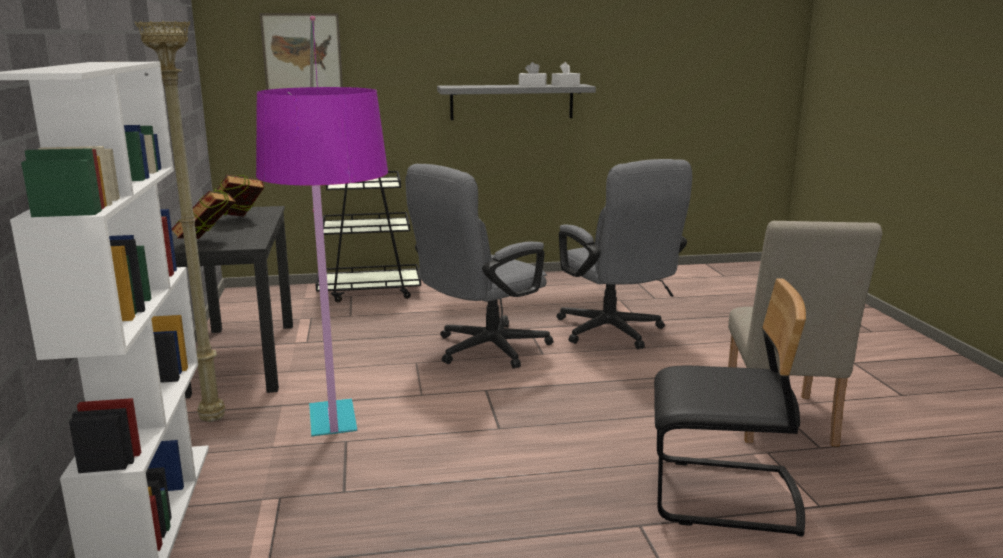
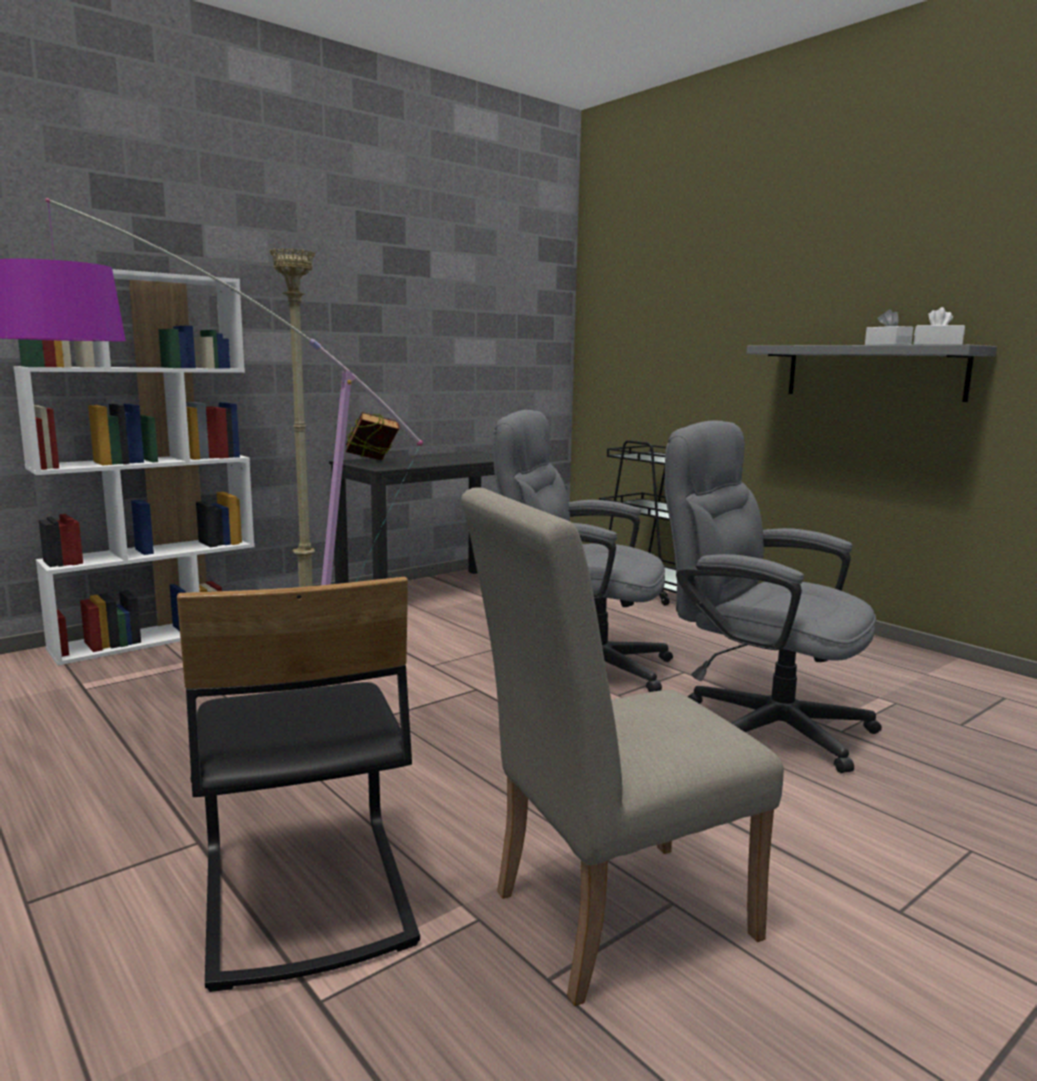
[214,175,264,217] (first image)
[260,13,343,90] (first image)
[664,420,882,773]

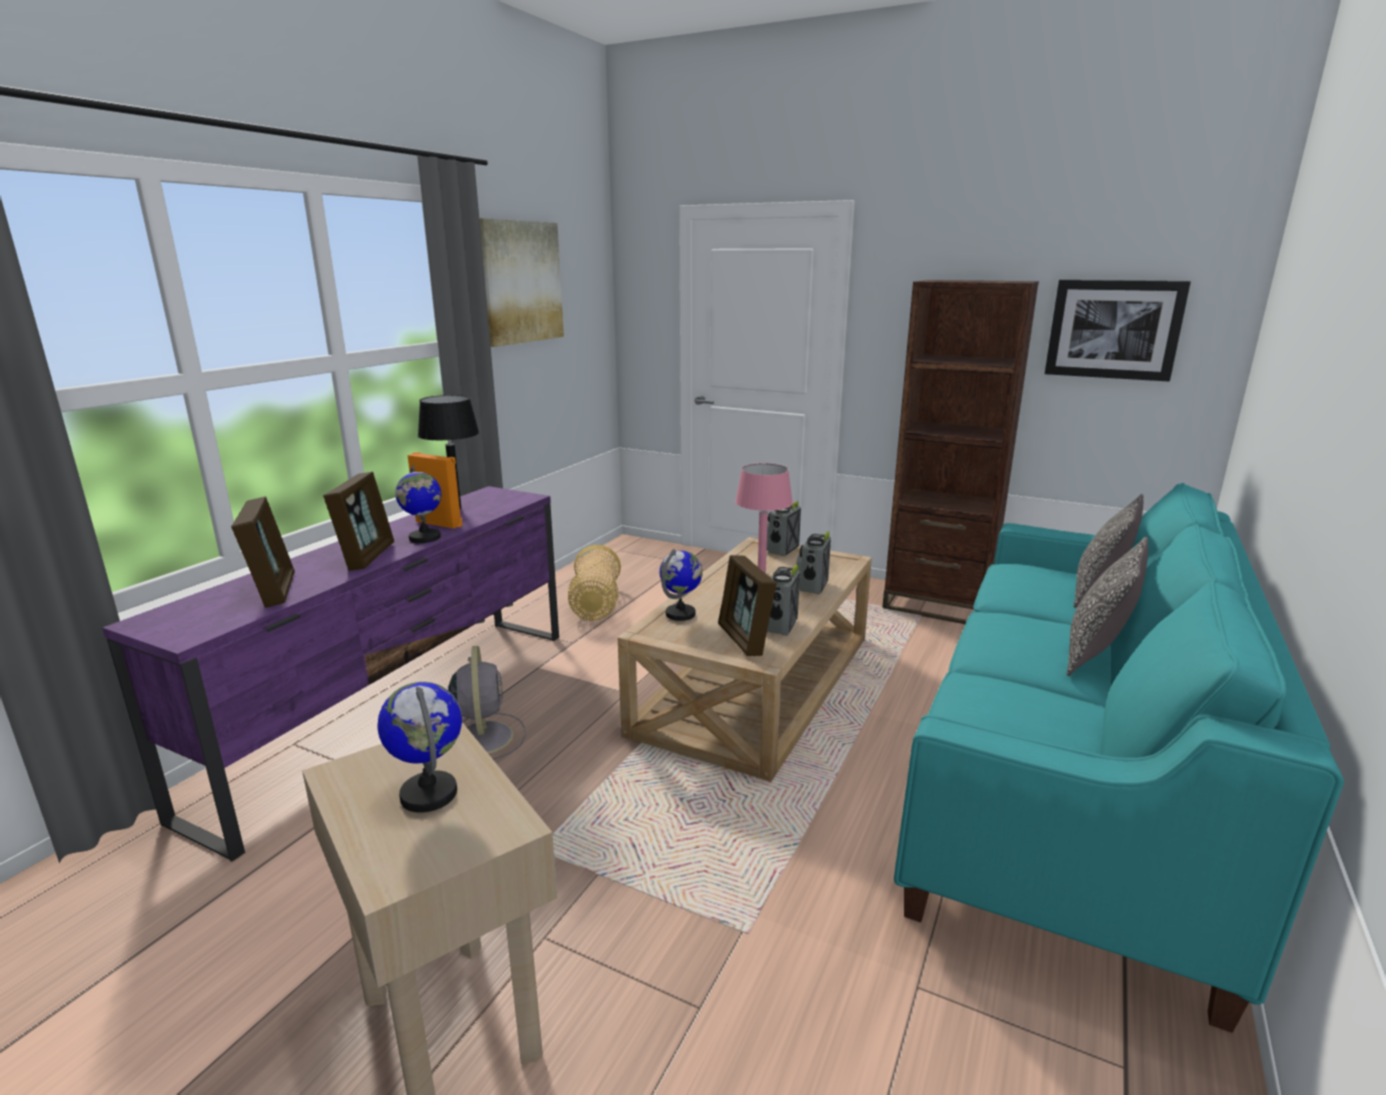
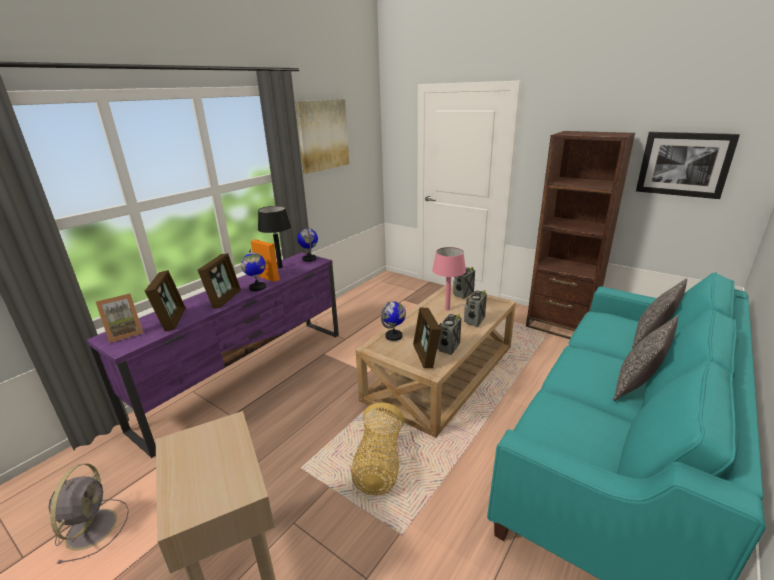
[297,228,318,262]
[48,463,129,564]
[351,402,404,495]
[96,293,143,343]

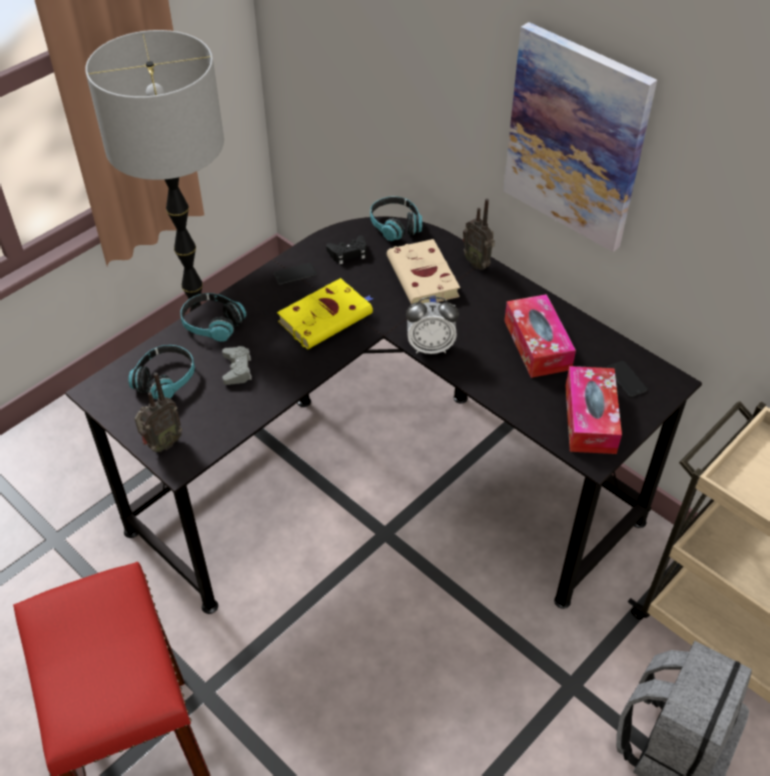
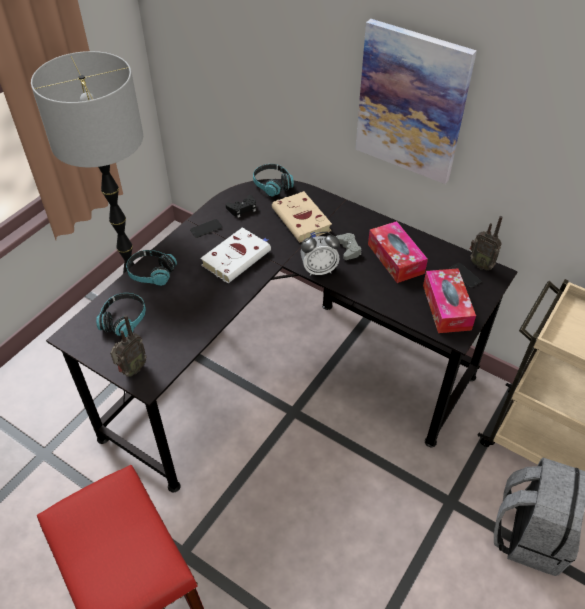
[337,233,361,260]
[200,227,271,283]
[470,216,502,270]

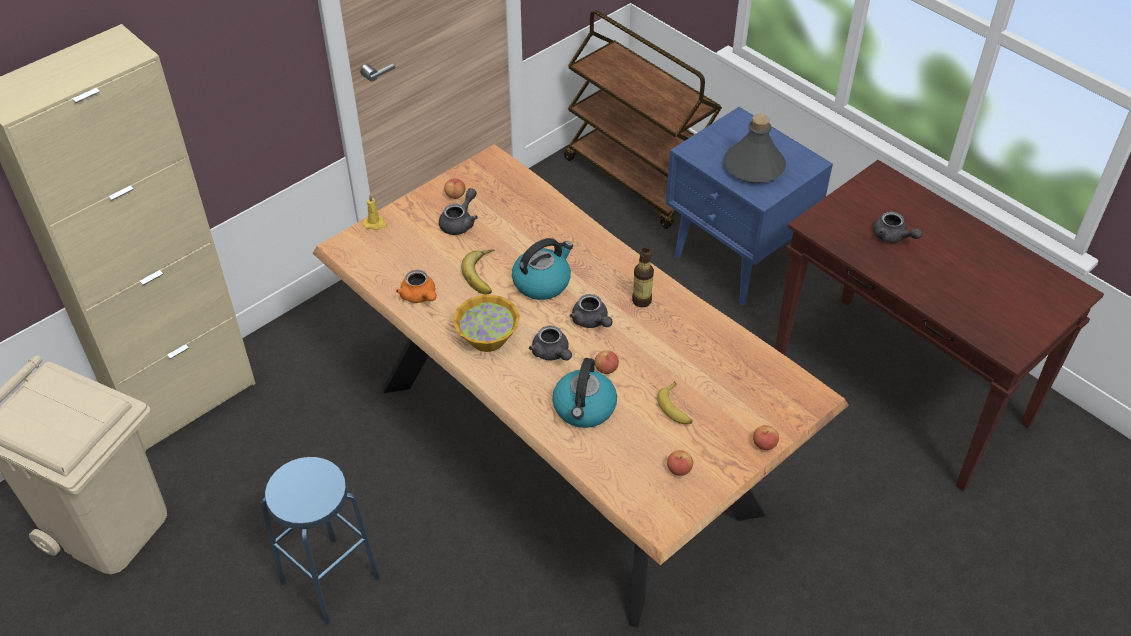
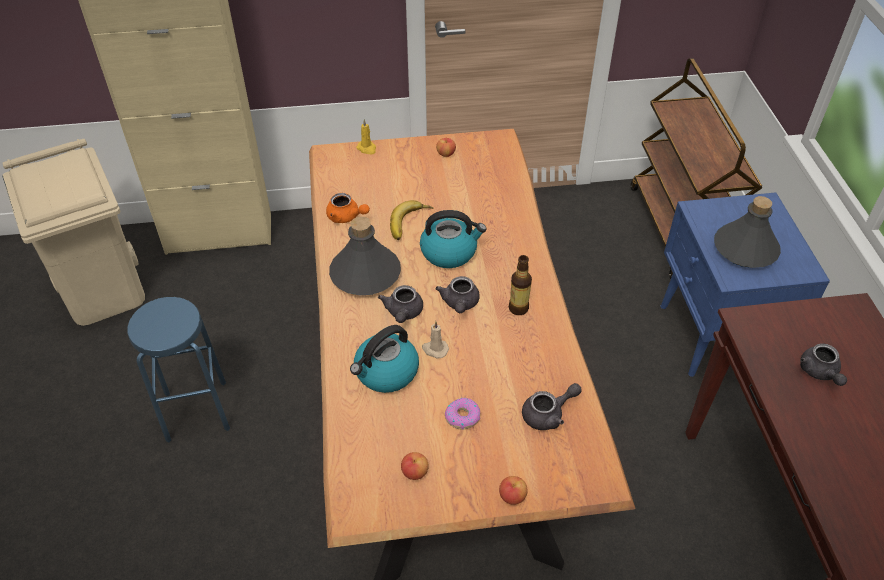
[326,193,370,223]
[522,383,582,430]
[329,217,401,295]
[422,321,449,359]
[445,398,480,429]

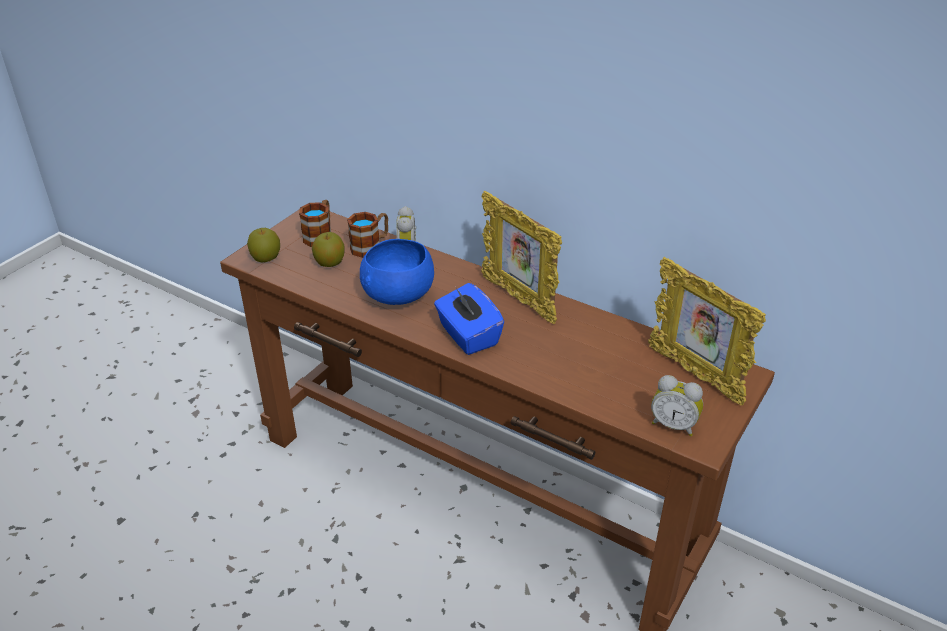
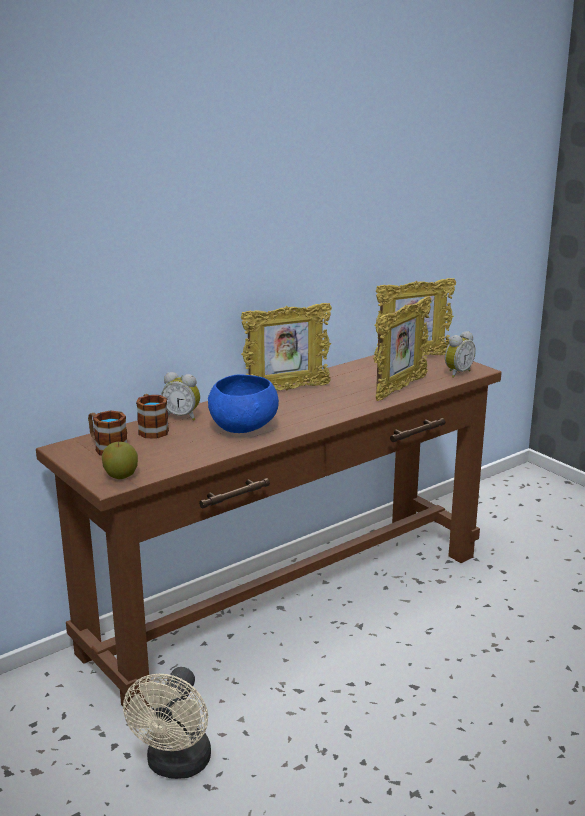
[312,232,344,267] (first image)
[434,283,504,355] (first image)
[123,667,211,779]
[376,296,431,401]

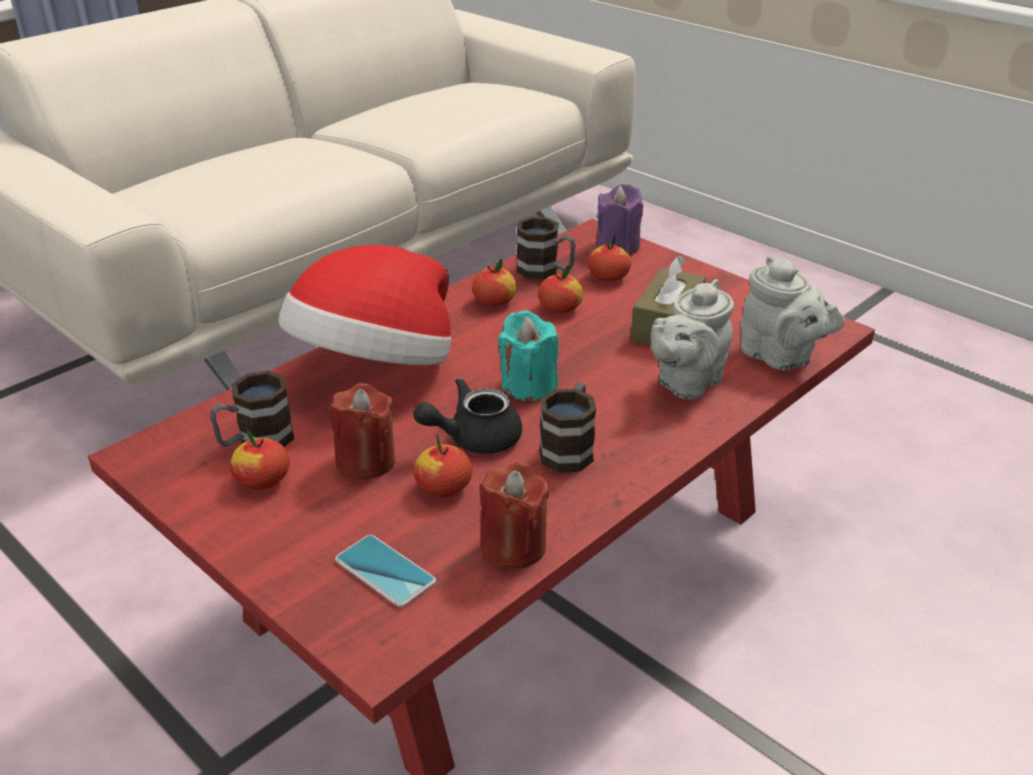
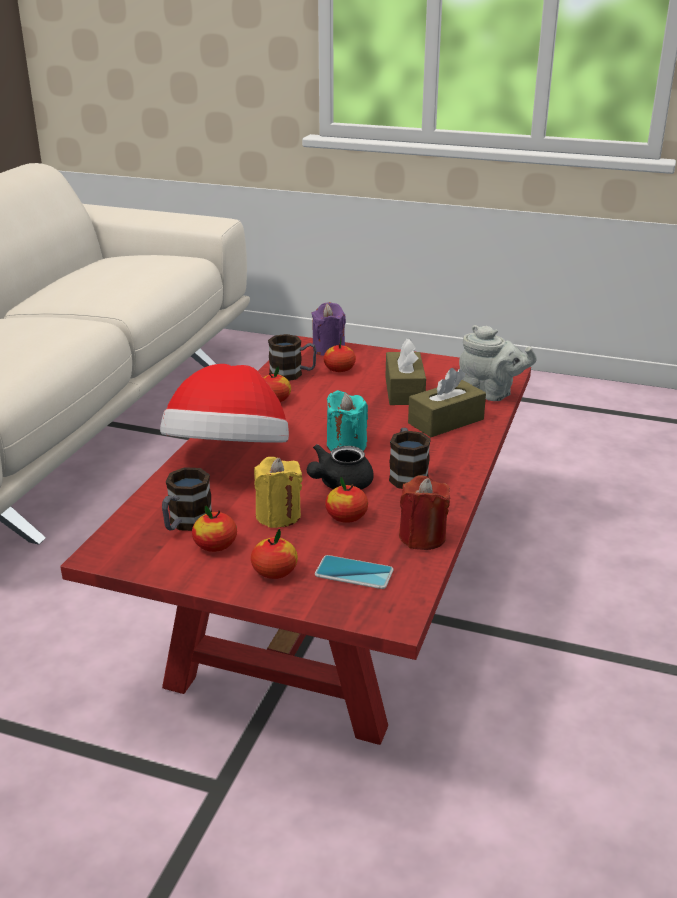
[254,457,302,528]
[251,529,298,579]
[408,368,486,437]

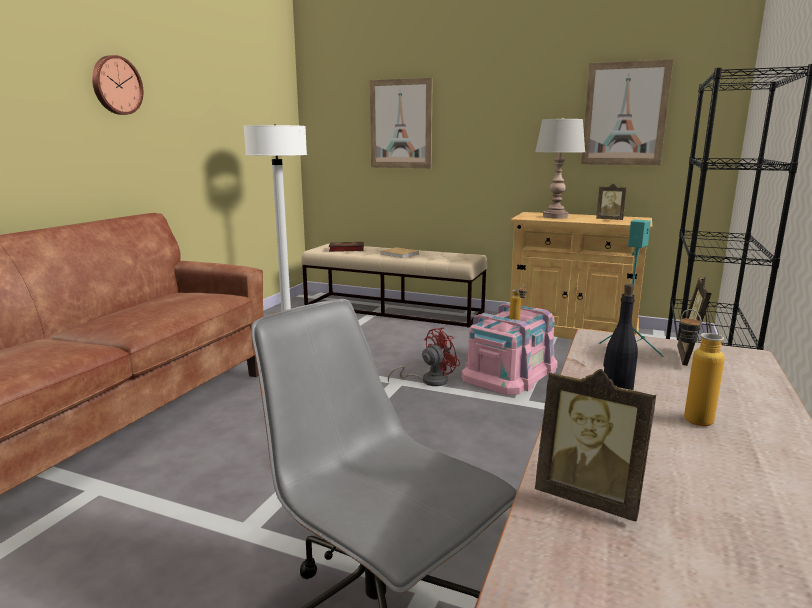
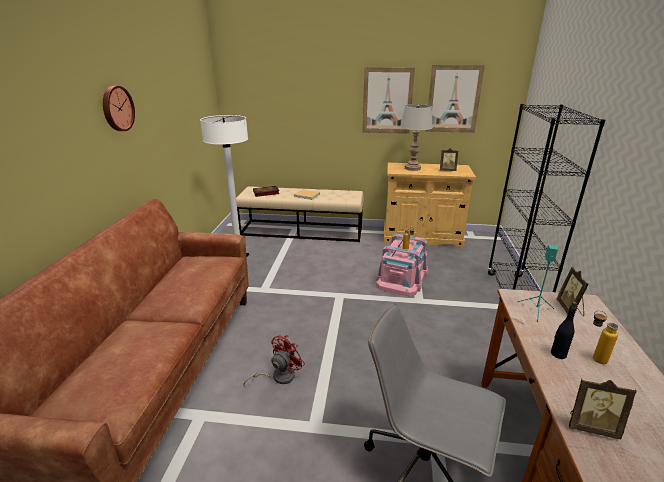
[362,67,415,134]
[243,335,305,387]

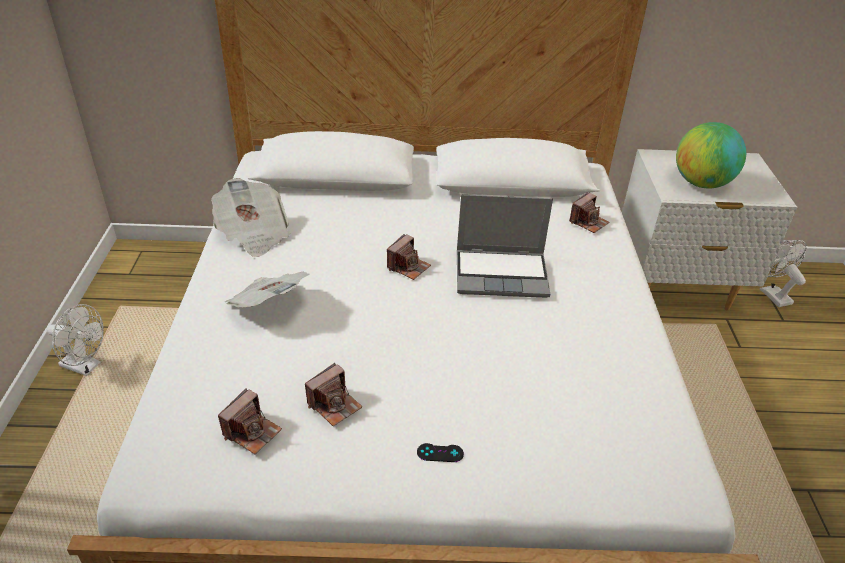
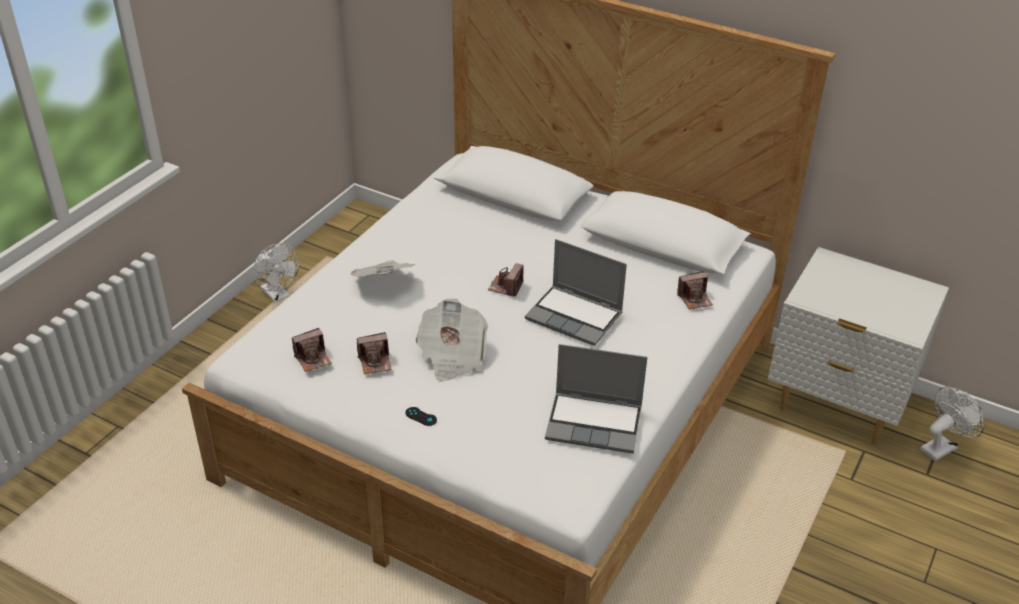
[416,299,488,382]
[488,263,524,297]
[676,122,746,189] (first image)
[920,386,984,461]
[545,344,647,453]

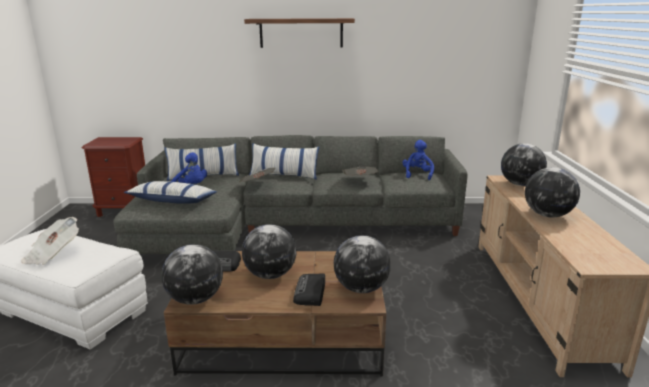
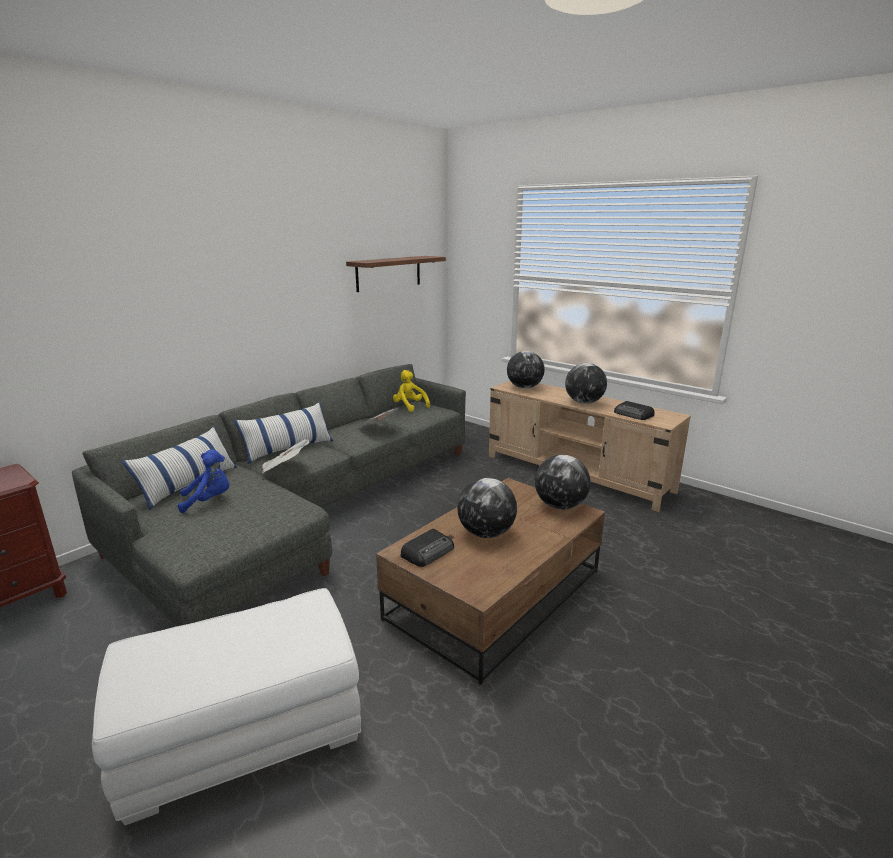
[21,217,79,265] (first image)
[124,181,217,204] (first image)
[161,244,223,305] (first image)
[346,256,446,292]
[614,401,654,420]
[393,370,430,412]

